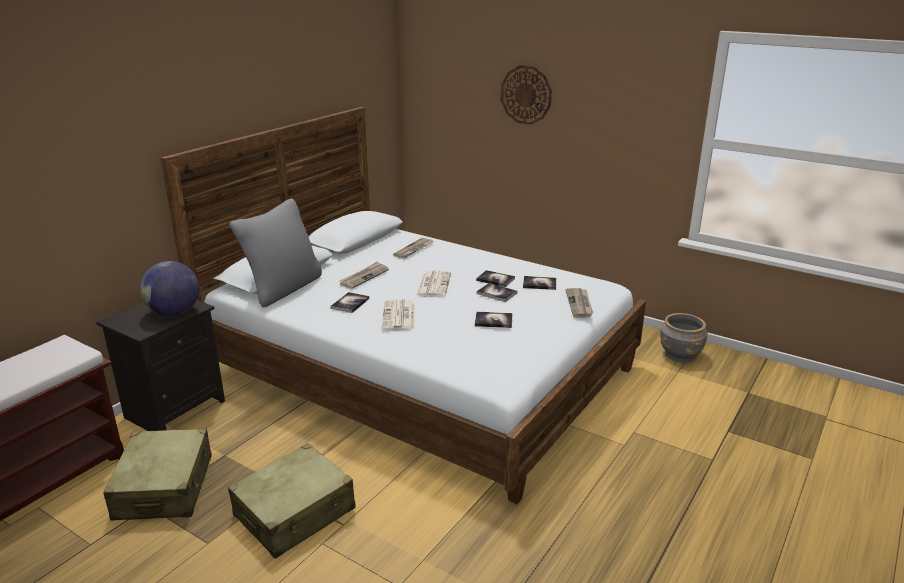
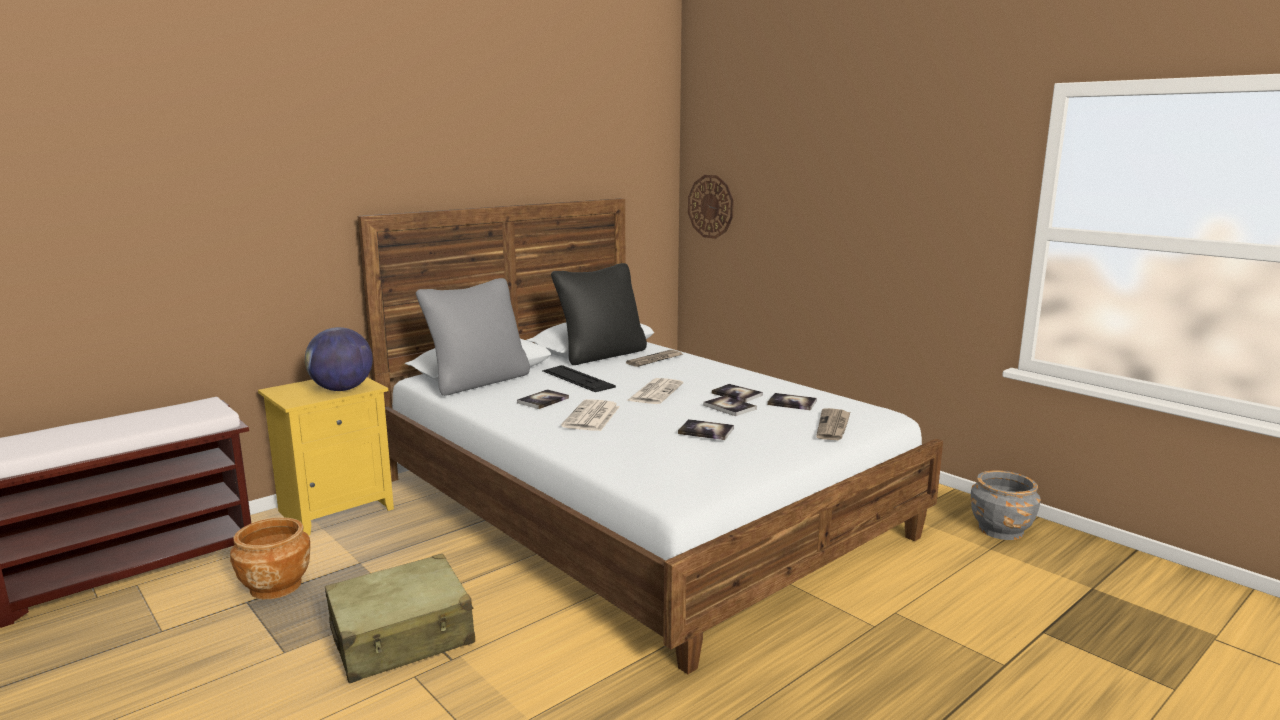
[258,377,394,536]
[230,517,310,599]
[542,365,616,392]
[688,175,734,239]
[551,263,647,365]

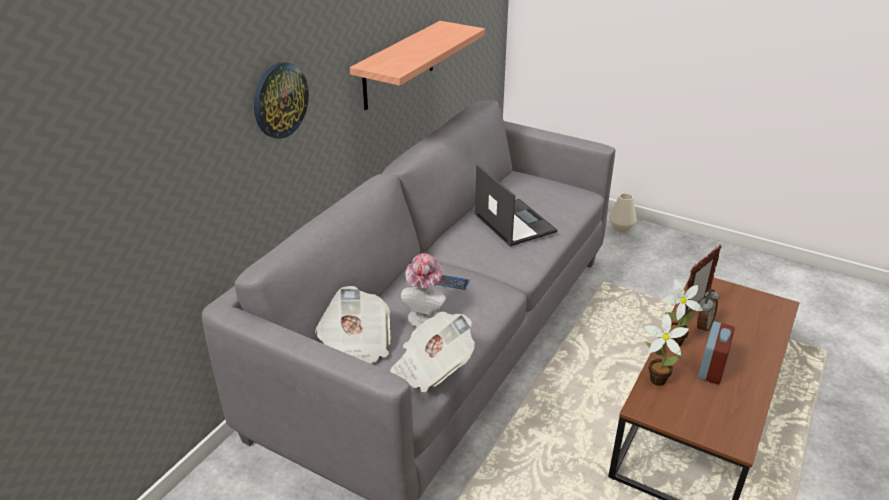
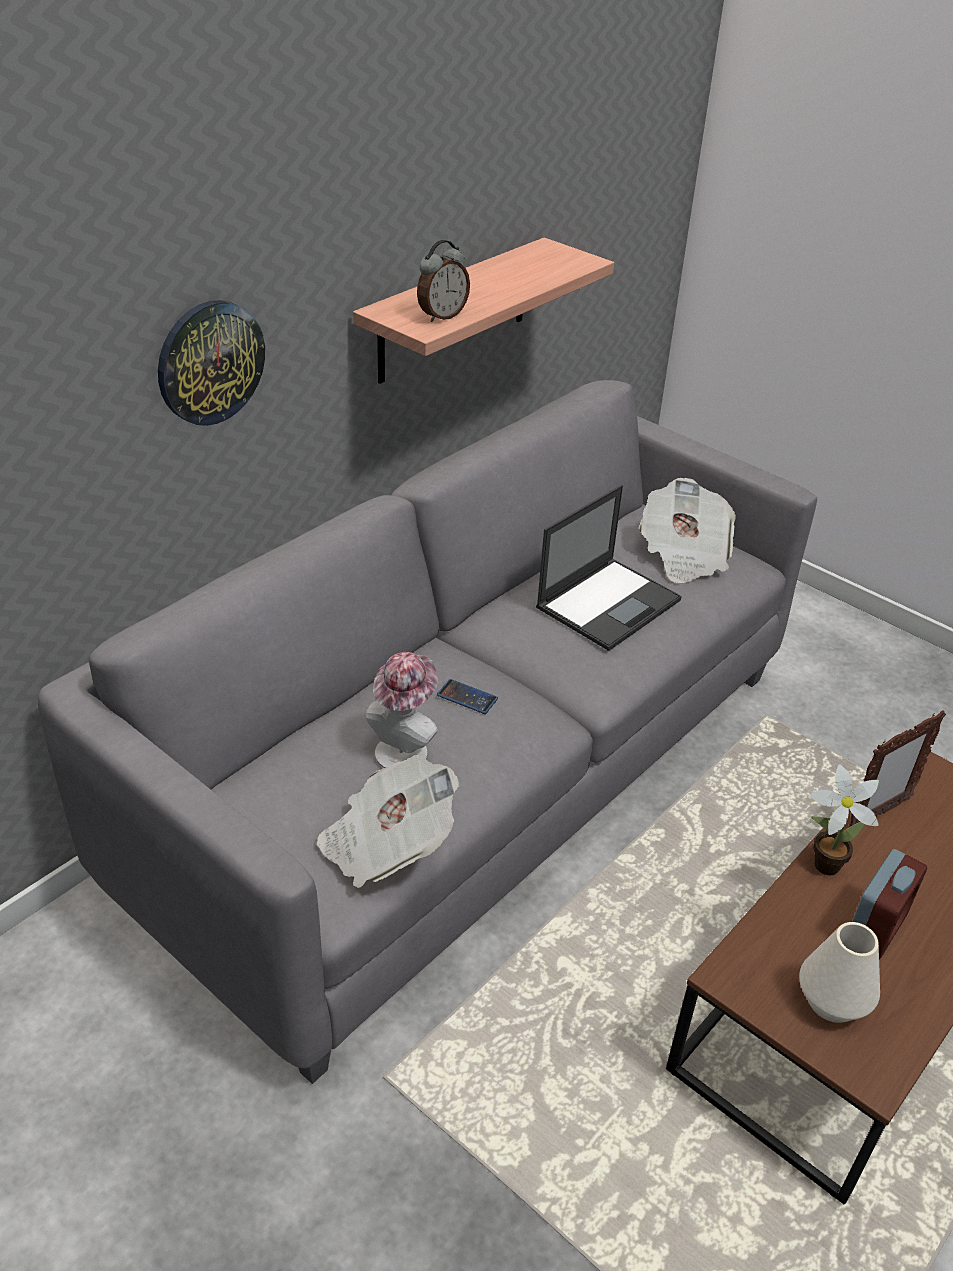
[639,478,736,583]
[536,485,682,651]
[799,922,880,1023]
[645,314,689,386] (first image)
[417,240,470,322]

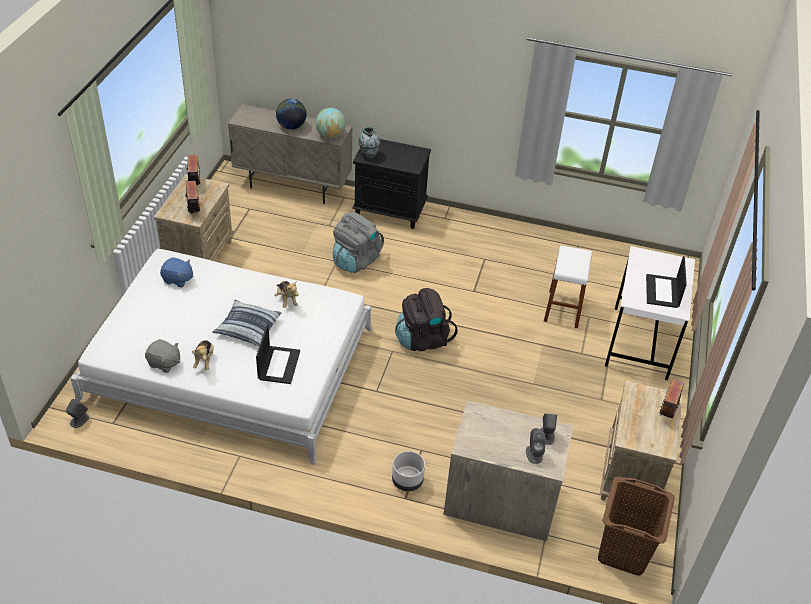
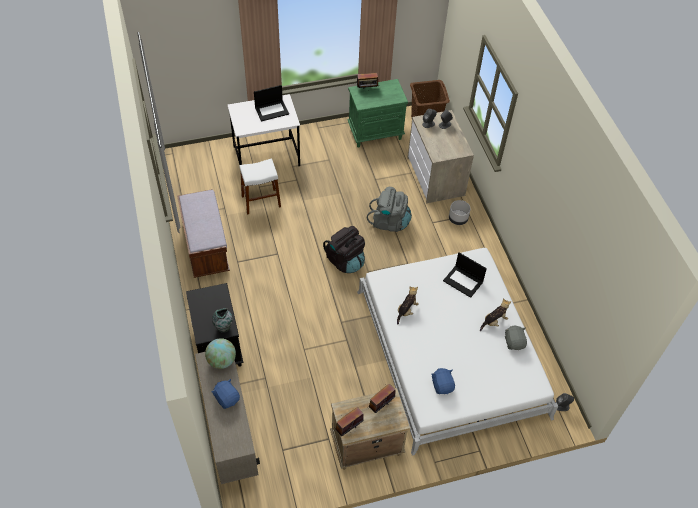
[212,300,281,346] (first image)
[443,252,487,298]
[211,379,240,409]
[367,187,412,232]
[347,79,408,147]
[177,189,230,278]

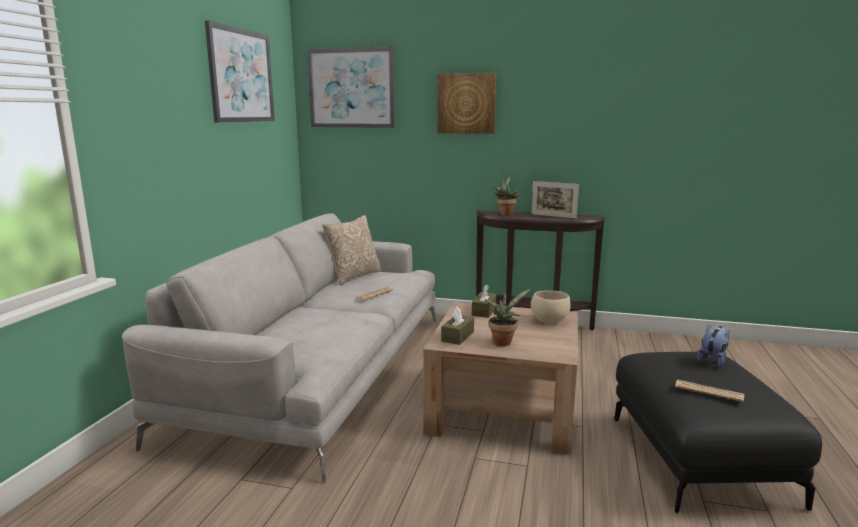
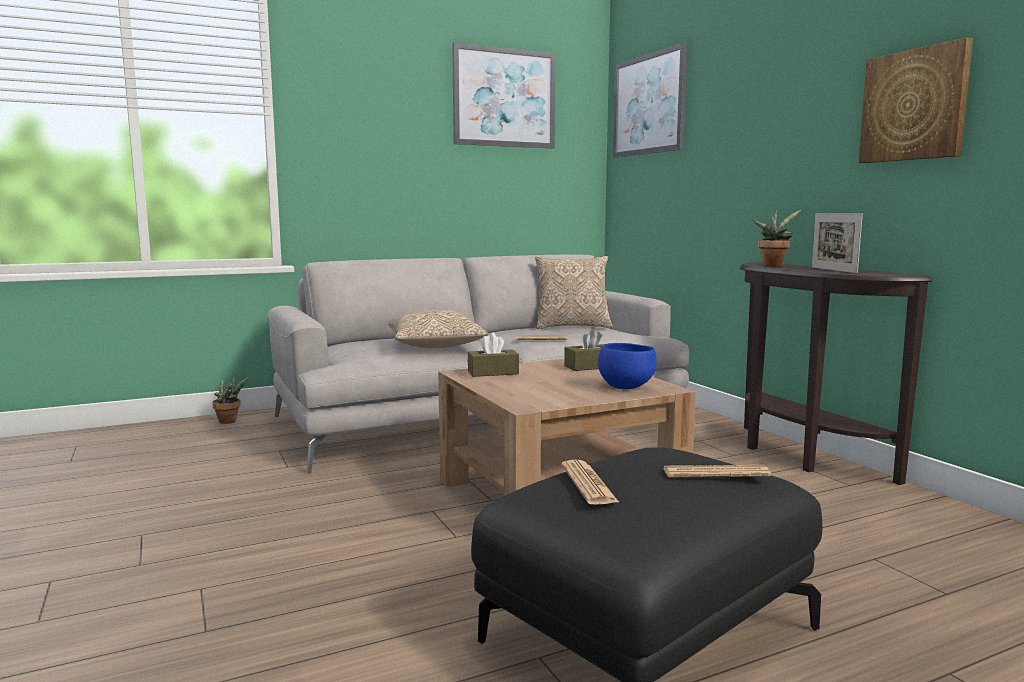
[859,37,973,163]
[212,374,249,424]
[598,343,656,389]
[663,465,771,478]
[388,309,489,348]

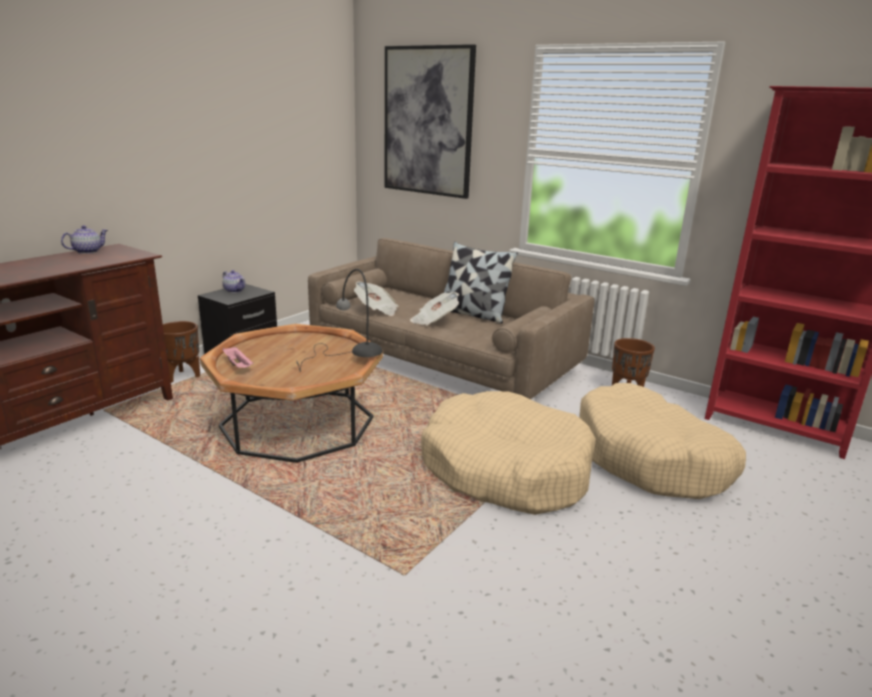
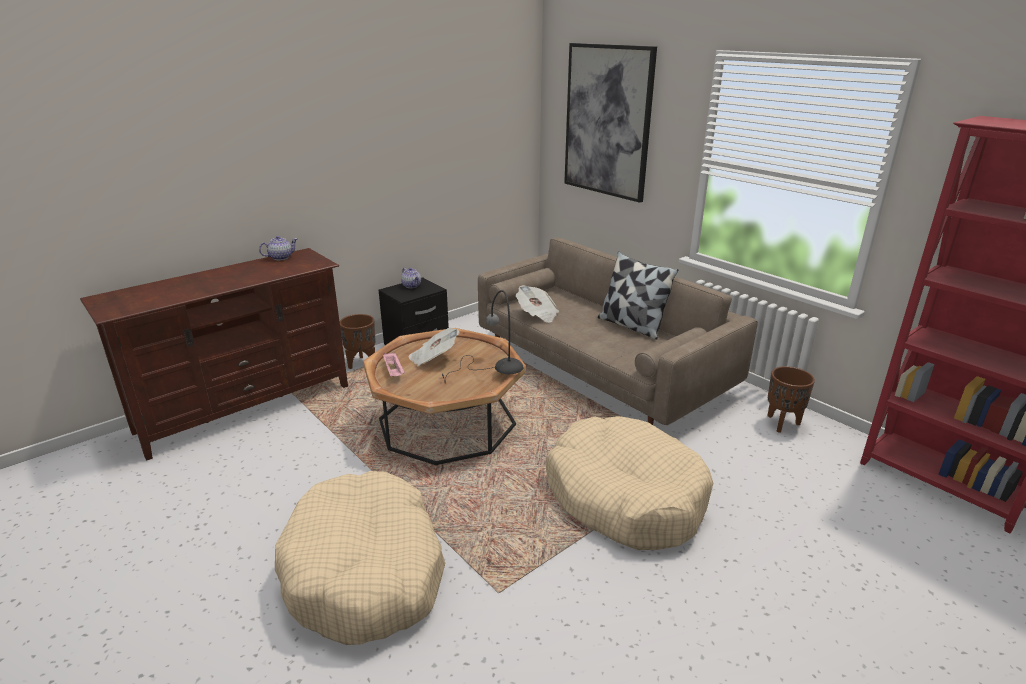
[408,328,460,366]
[275,471,445,645]

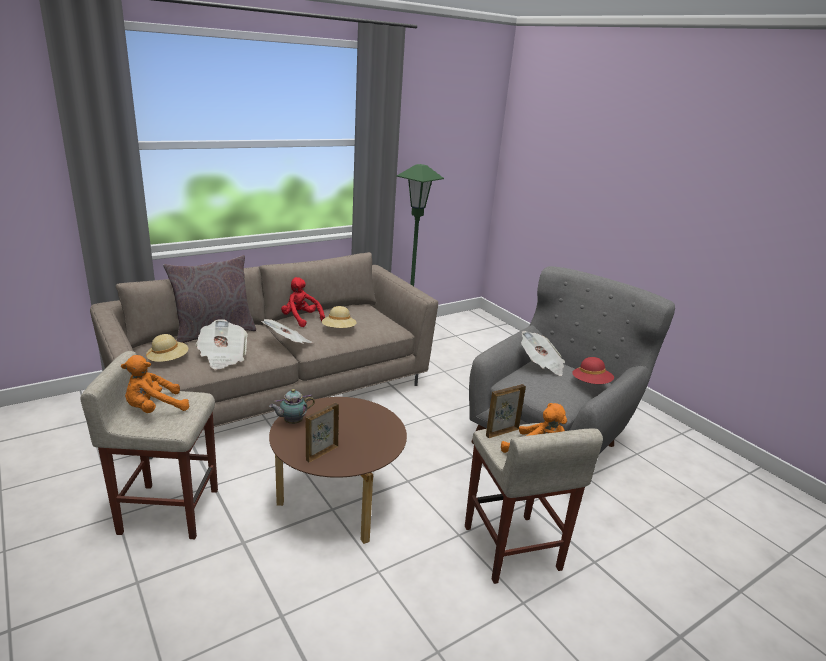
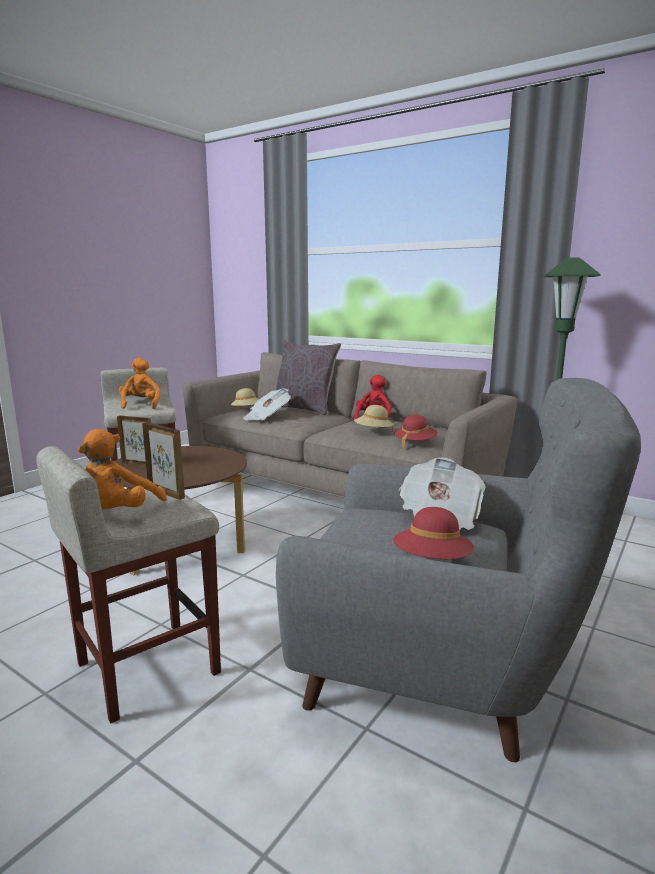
[119,357,160,409]
[261,319,313,344] (first image)
[269,389,315,424] (first image)
[395,414,438,448]

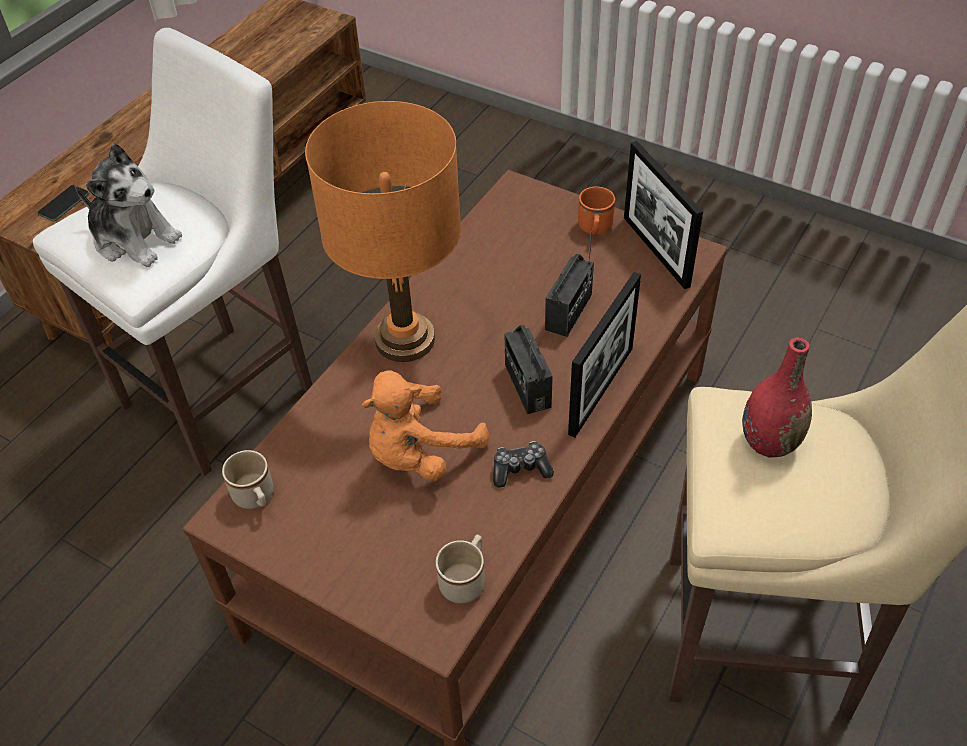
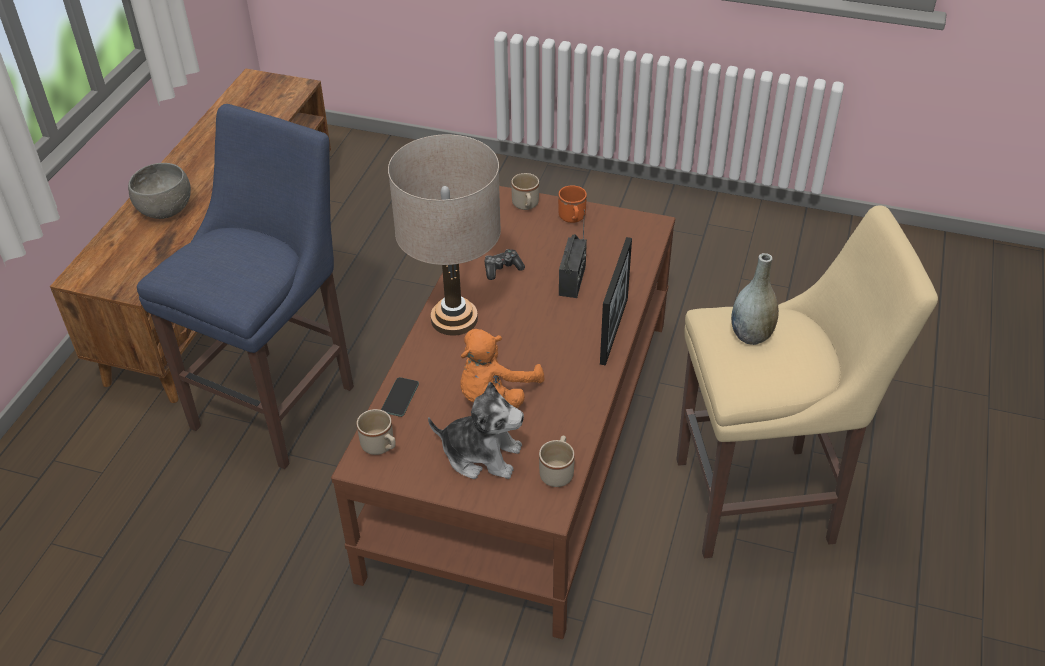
[137,104,354,469]
[381,377,419,417]
[428,382,524,479]
[388,134,501,336]
[485,249,525,280]
[505,325,553,414] (first image)
[624,141,703,289] (first image)
[731,253,779,345]
[128,163,191,219]
[511,173,539,210]

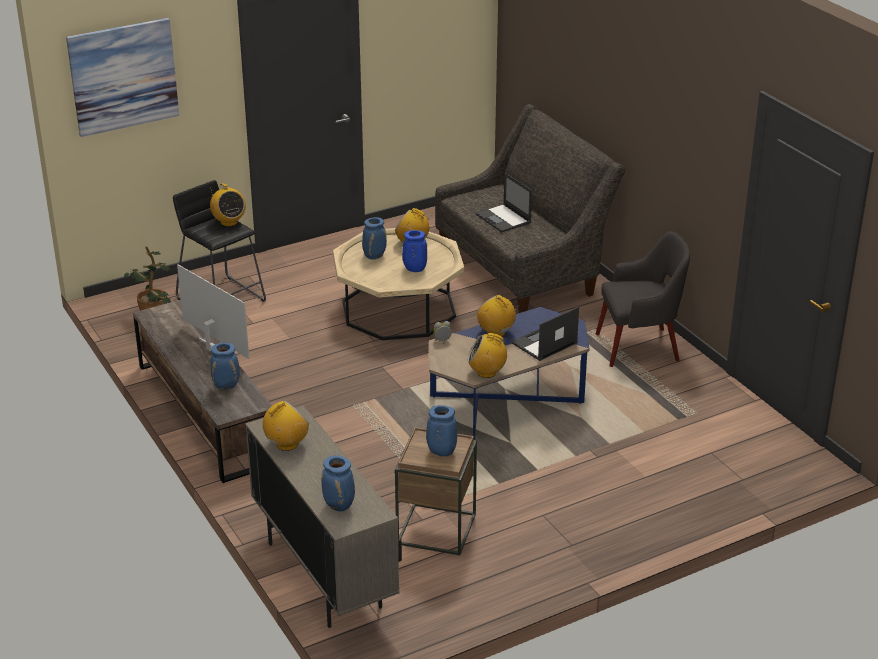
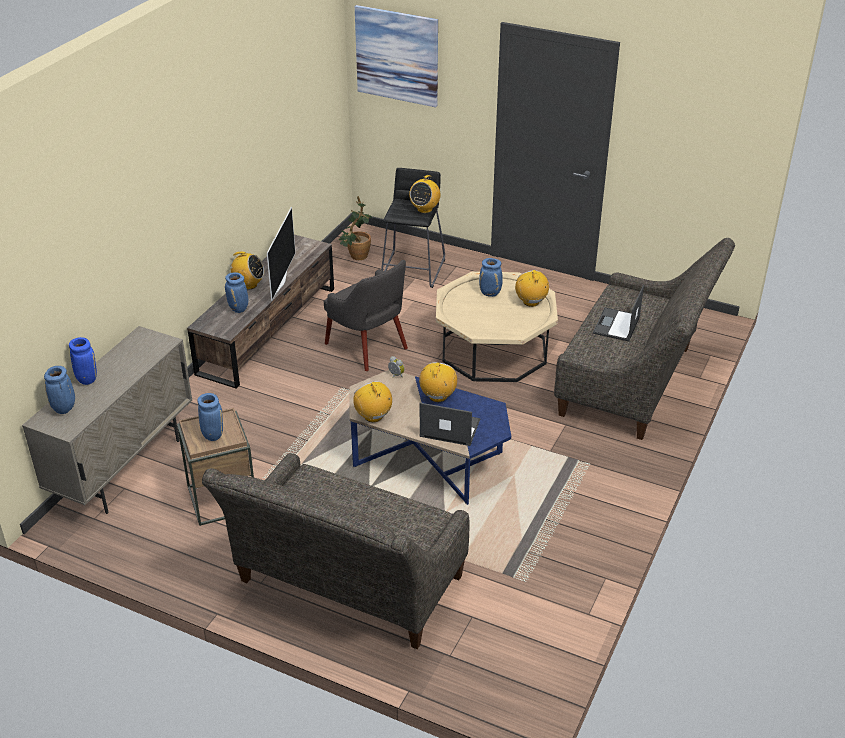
[227,251,265,290]
[69,337,97,385]
[324,260,408,371]
[202,453,469,649]

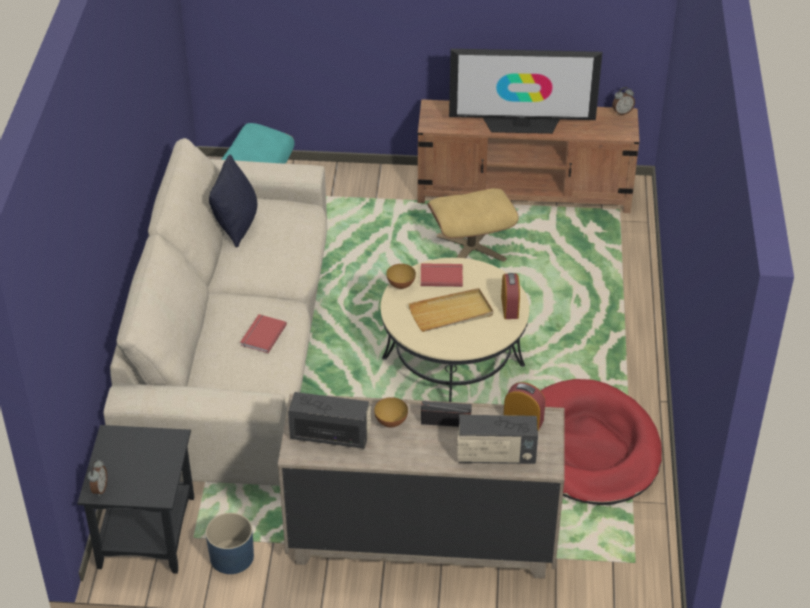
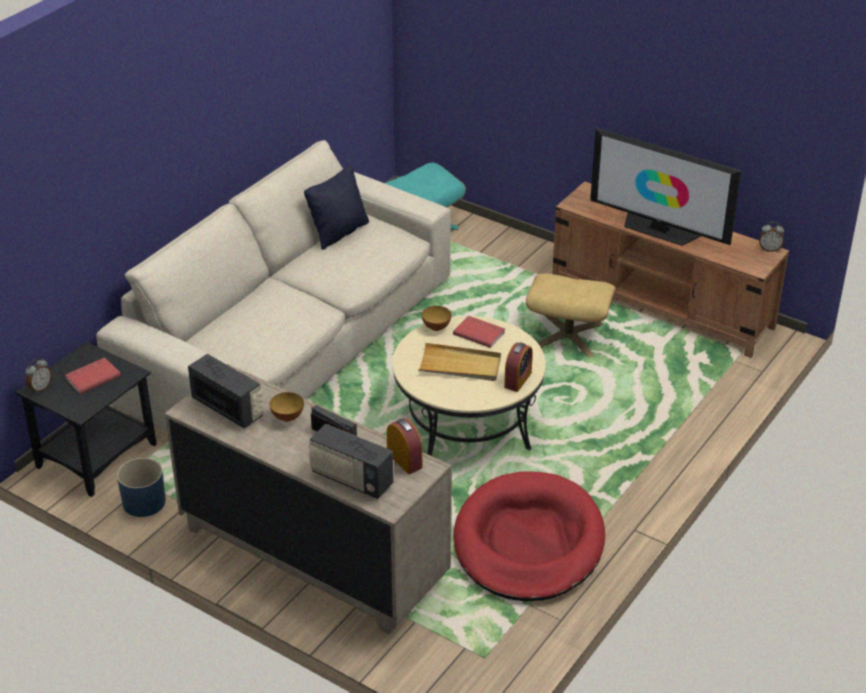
[65,357,121,394]

